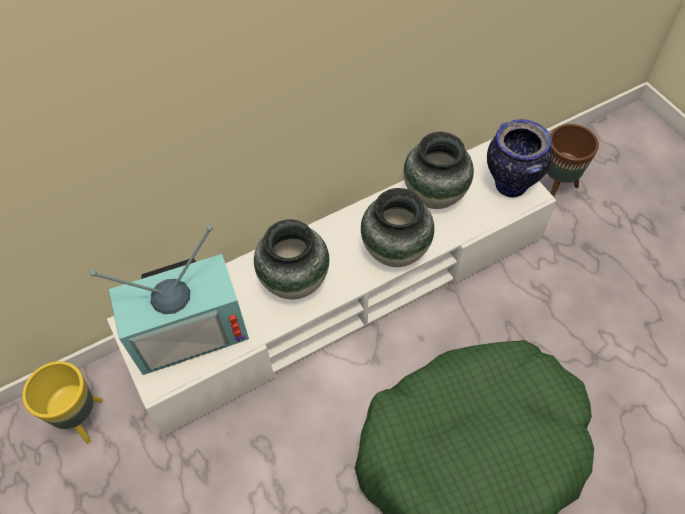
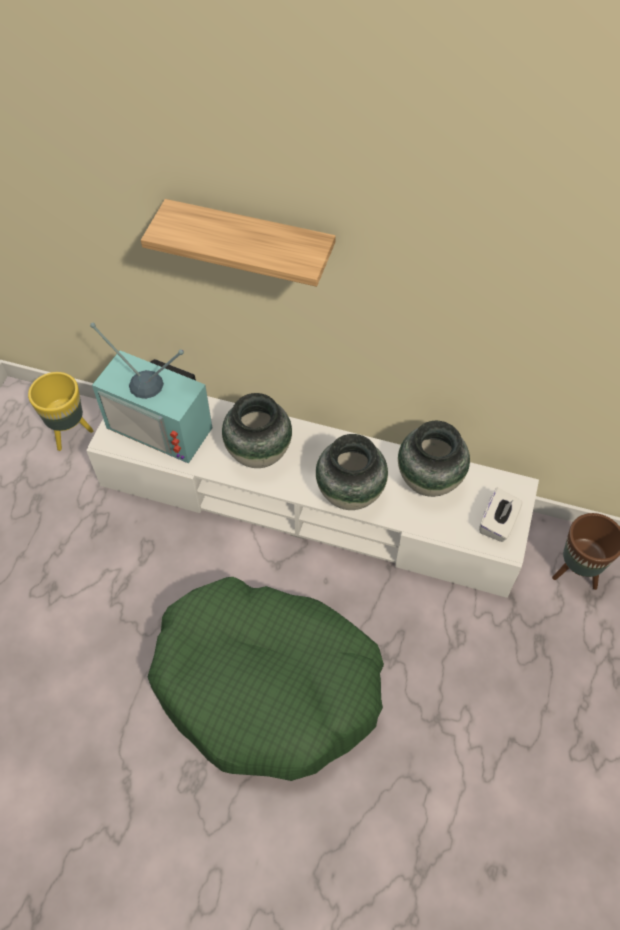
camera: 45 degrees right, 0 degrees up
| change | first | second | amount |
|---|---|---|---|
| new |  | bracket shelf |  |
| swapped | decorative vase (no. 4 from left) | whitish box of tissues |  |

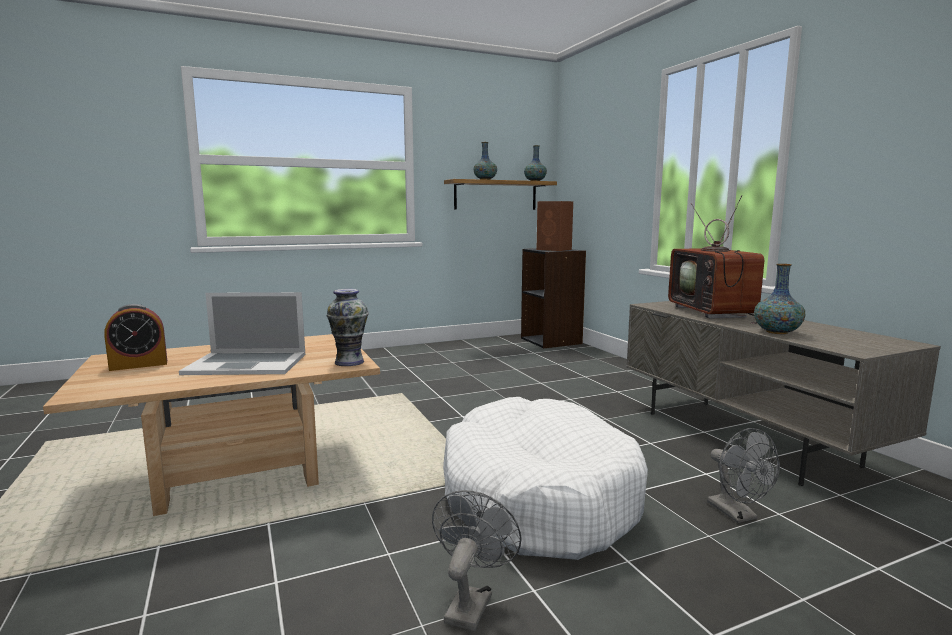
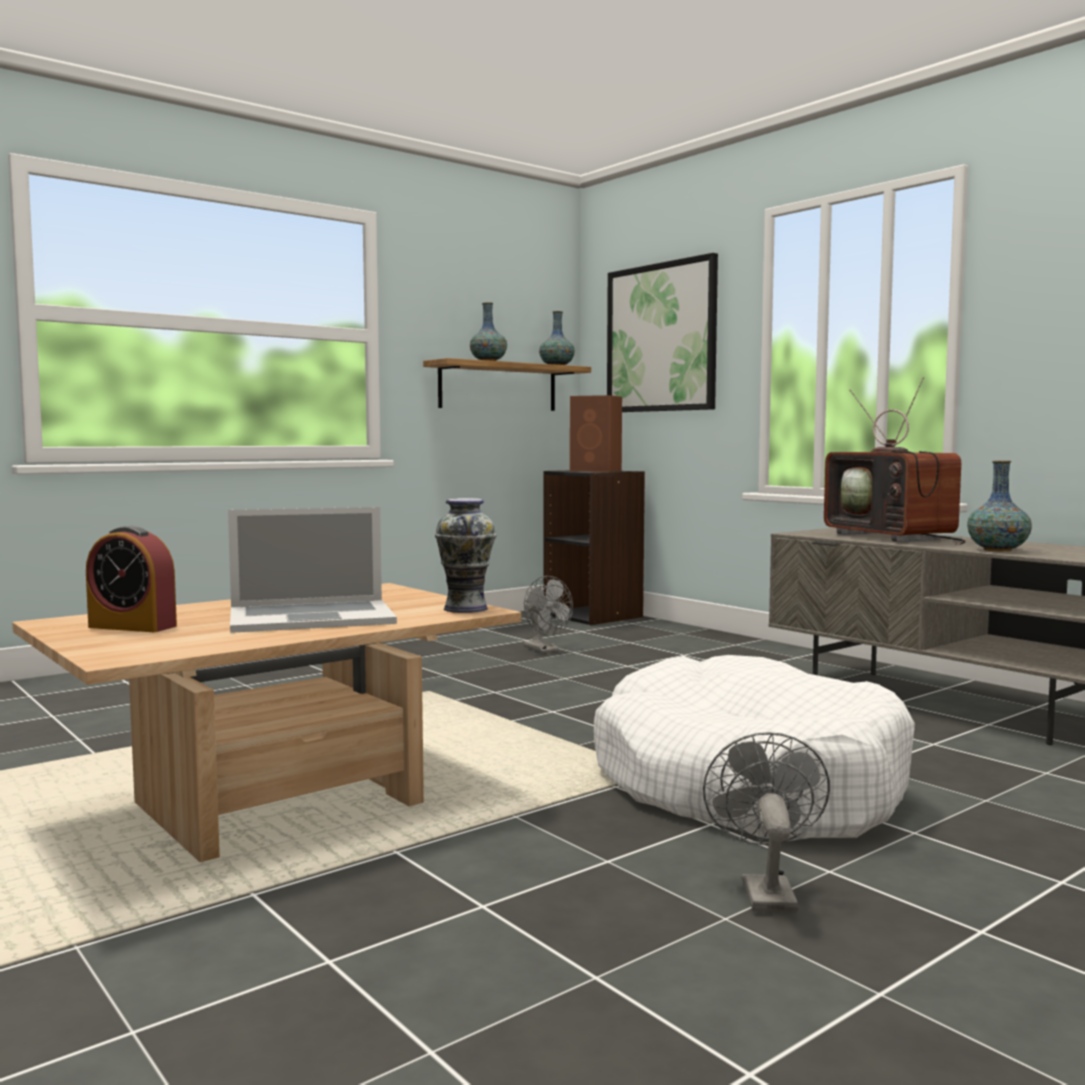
camera: 15 degrees left, 5 degrees down
| change | first | second | amount |
|---|---|---|---|
| new |  | wall picture |  |
| shifted | gray electric fan (no. 2 from left in the first image) | gray electric fan (no. 1 from left) |  |
| rotated | table clock |  | 60 degrees clockwise |

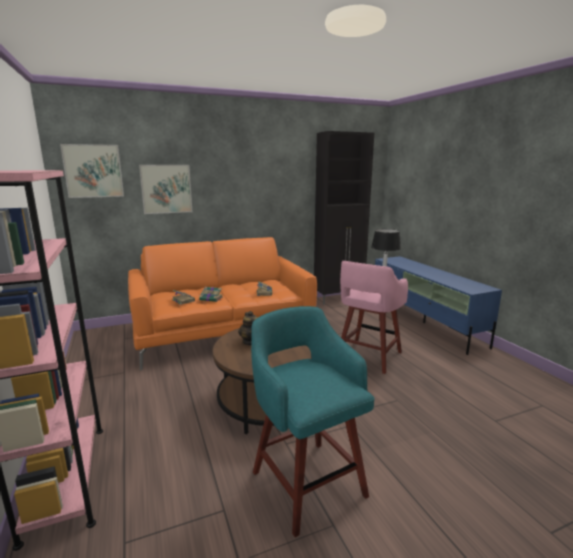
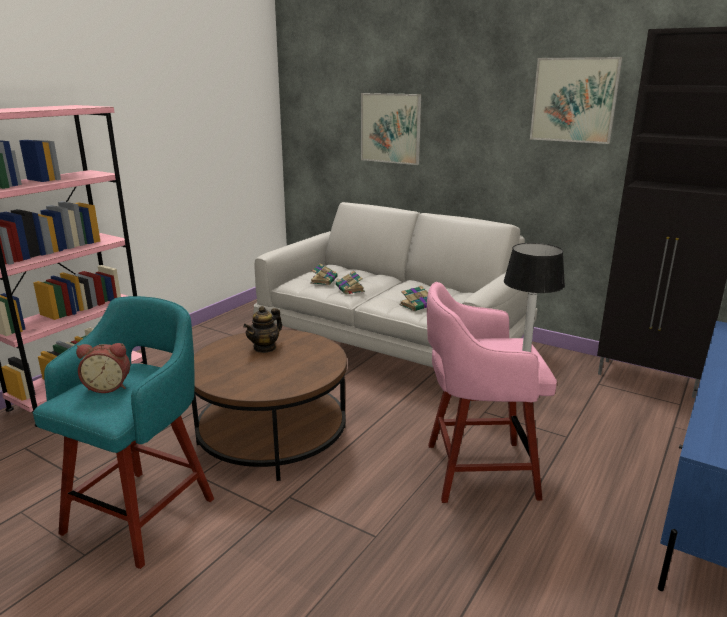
camera: 55 degrees right, 5 degrees up
| change | first | second | amount |
|---|---|---|---|
| new |  | table clock |  |
| shifted | wall picture (no. 1 from left in the first image) | wall picture (no. 2 from left) |  |
| repainted | orange-coloured sofa | gray sofa |  |

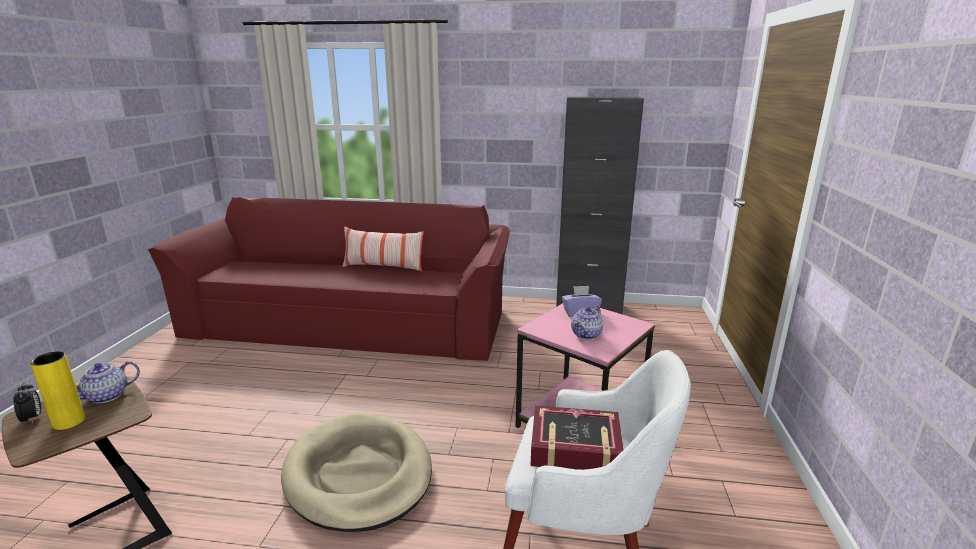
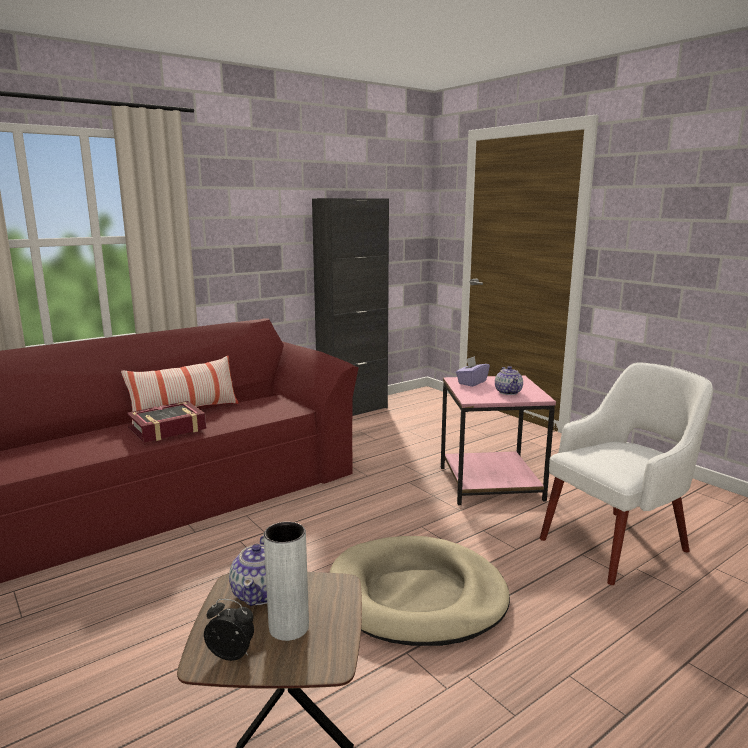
camera: 45 degrees left, 5 degrees down
| change | first | second | amount |
|---|---|---|---|
| shifted | book |  |  |
| repainted | yellowish decorative vase | gray decorative vase |  |

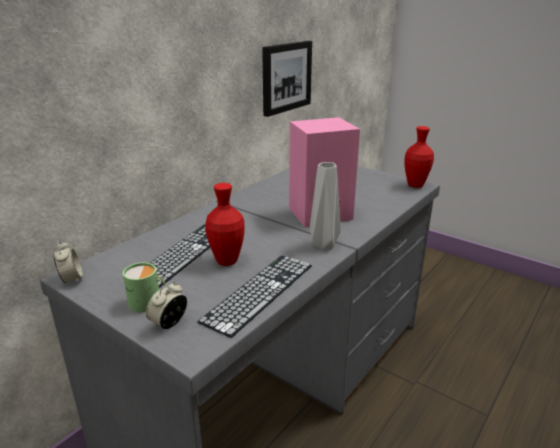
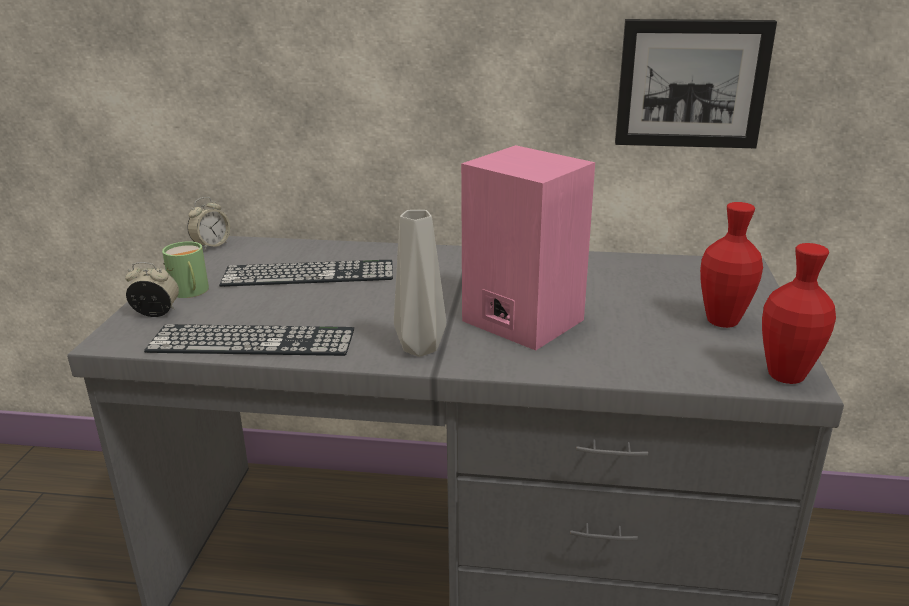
camera: 60 degrees right, 0 degrees up
| change | first | second | amount |
|---|---|---|---|
| shifted | reddish decorative vase (no. 1 from left) |  |  |

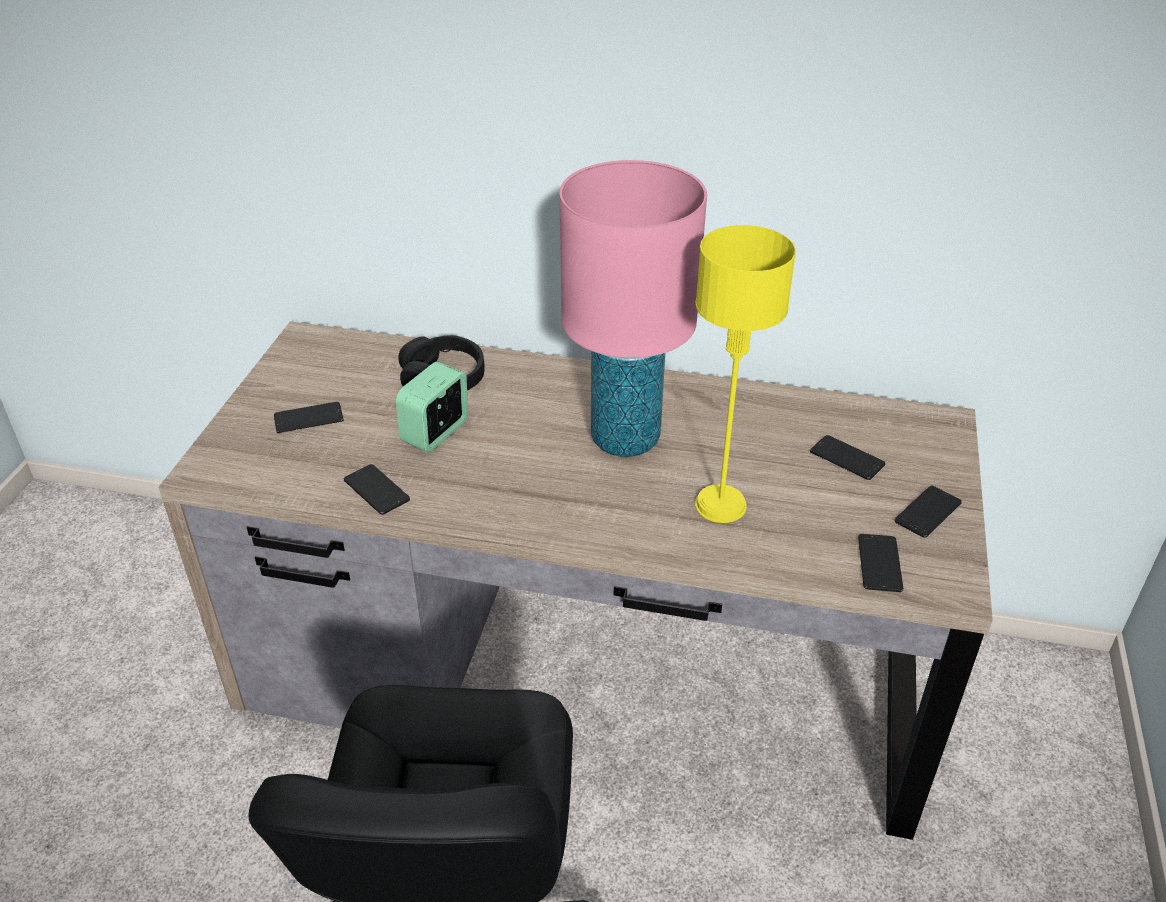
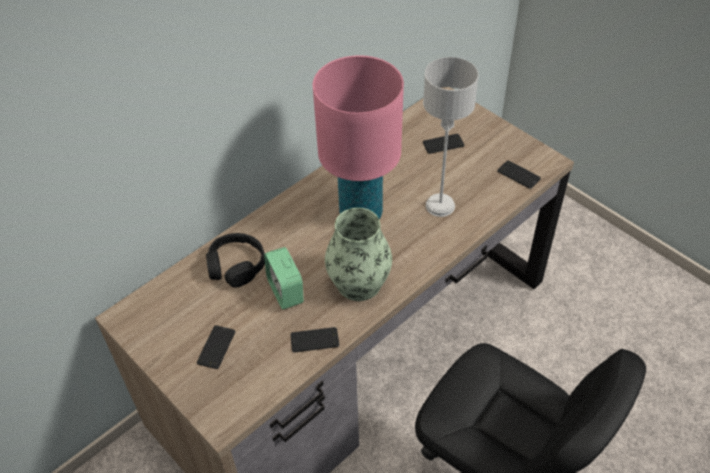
camera: 55 degrees left, 10 degrees up
| change | first | second | amount |
|---|---|---|---|
| gone | telephone (no. 5 from left) |  |  |
| new |  | decorative vase |  |
| repainted | yellowish tabletop lamp | gray tabletop lamp |  |

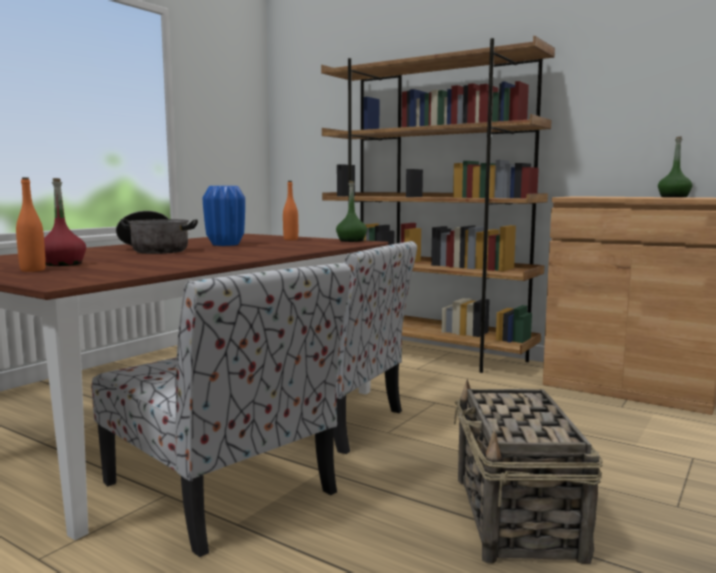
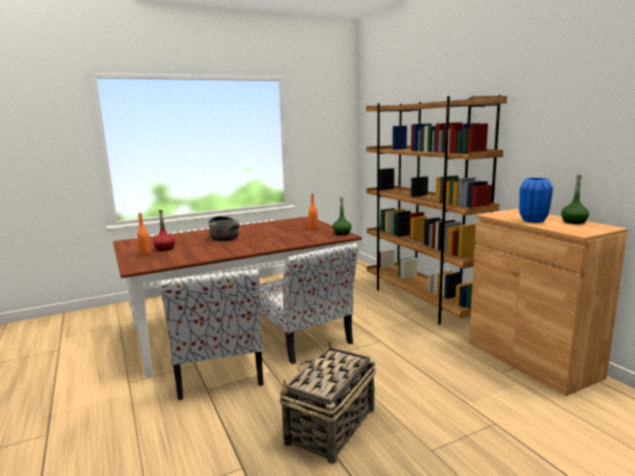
camera: 30 degrees right, 5 degrees up
| change | first | second | amount |
|---|---|---|---|
| shifted | blue decorative vase |  |  |

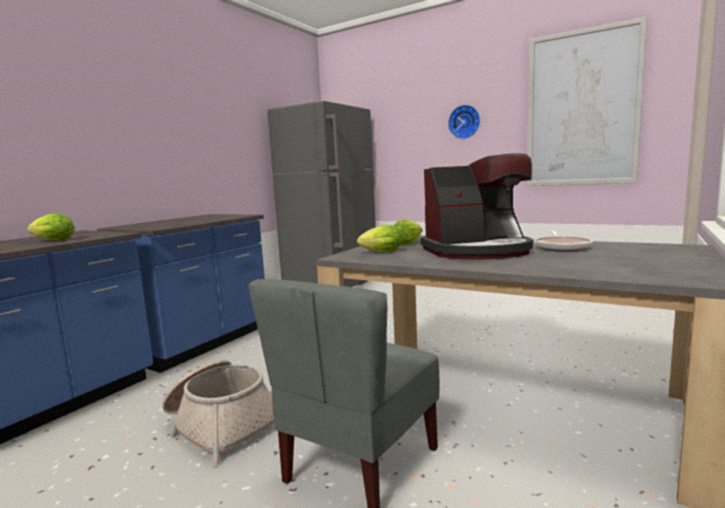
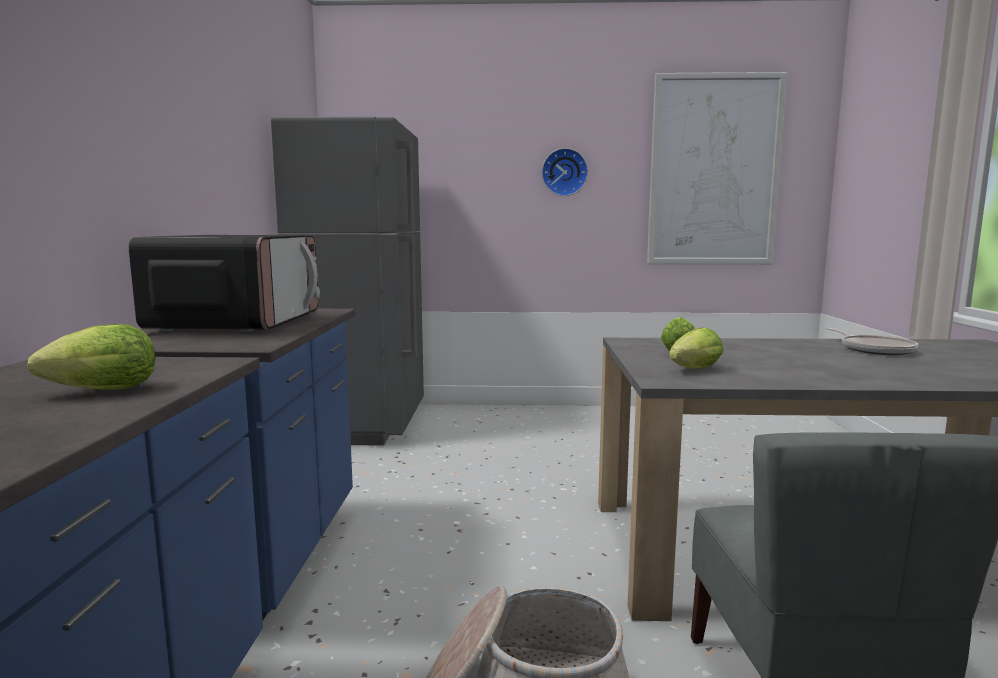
camera: 30 degrees left, 0 degrees up
| change | first | second | amount |
|---|---|---|---|
| gone | coffee maker |  |  |
| new |  | kitchen microwave |  |

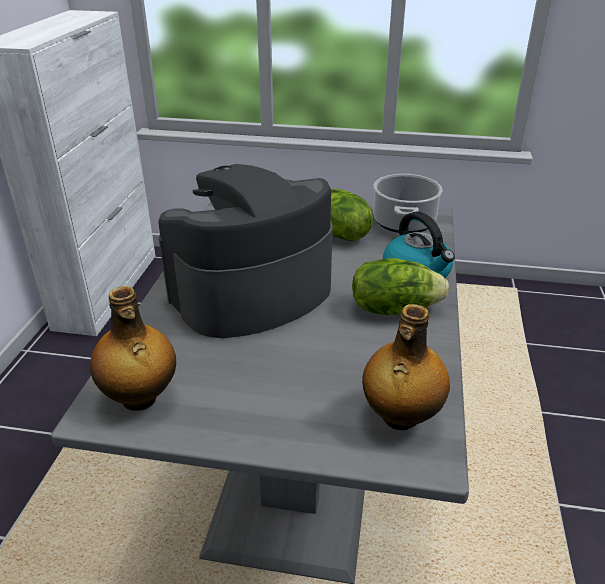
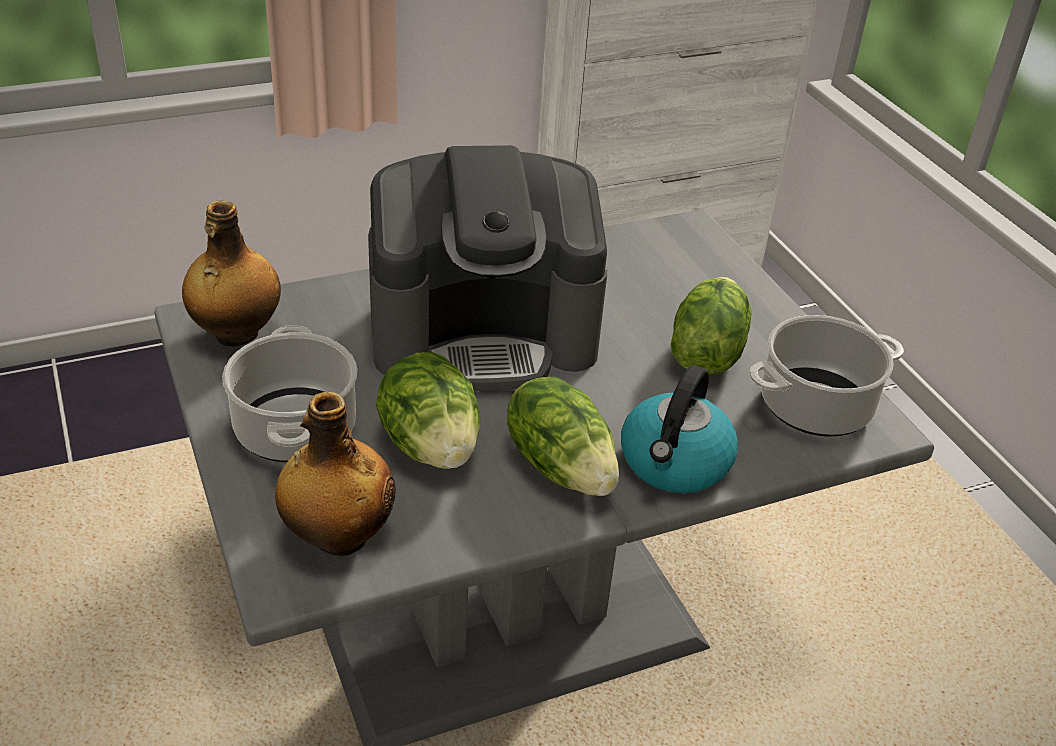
camera: 55 degrees right, 5 degrees up
| change | first | second | amount |
|---|---|---|---|
| new |  | cooking pot (no. 1 from left) |  |
| new |  | lettuce head (no. 1 from left) |  |
| rotated | coffee maker |  | 150 degrees clockwise |

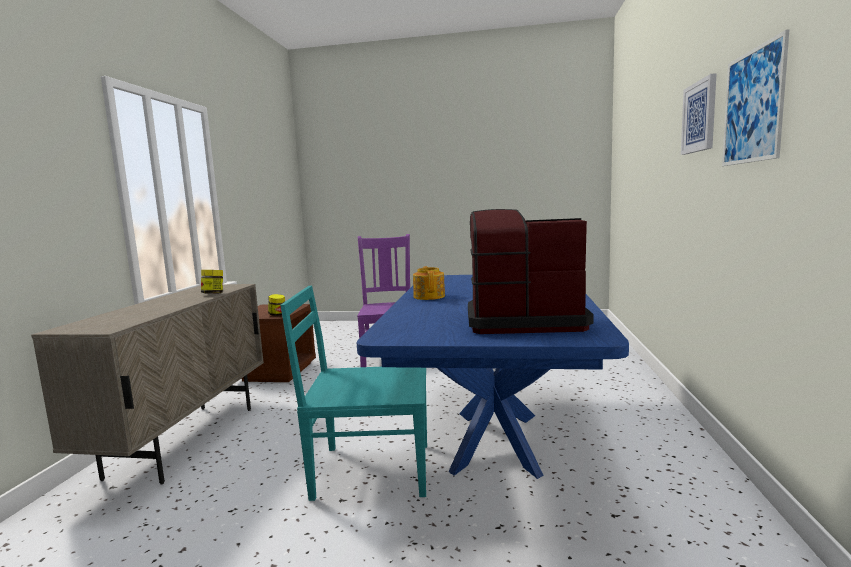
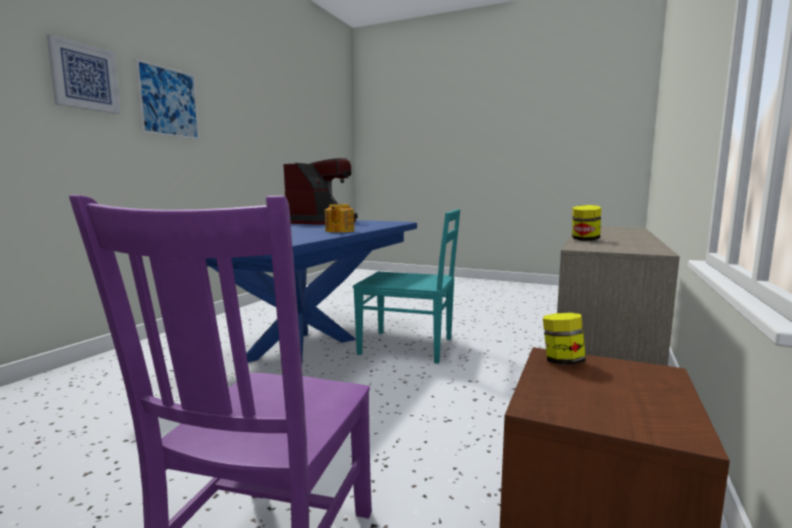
camera: 165 degrees left, 0 degrees up
| change | first | second | amount |
|---|---|---|---|
| rotated | coffee maker |  | 90 degrees counterclockwise |

